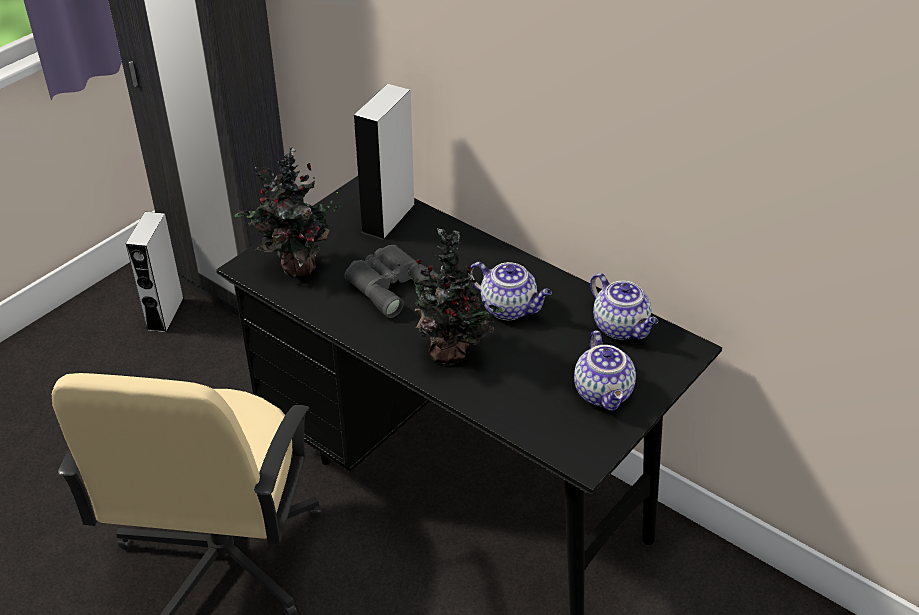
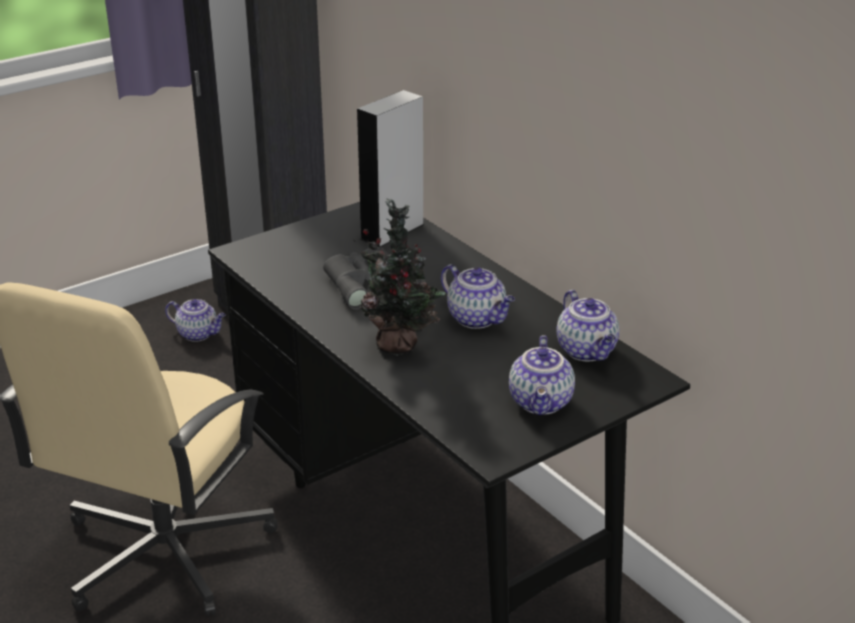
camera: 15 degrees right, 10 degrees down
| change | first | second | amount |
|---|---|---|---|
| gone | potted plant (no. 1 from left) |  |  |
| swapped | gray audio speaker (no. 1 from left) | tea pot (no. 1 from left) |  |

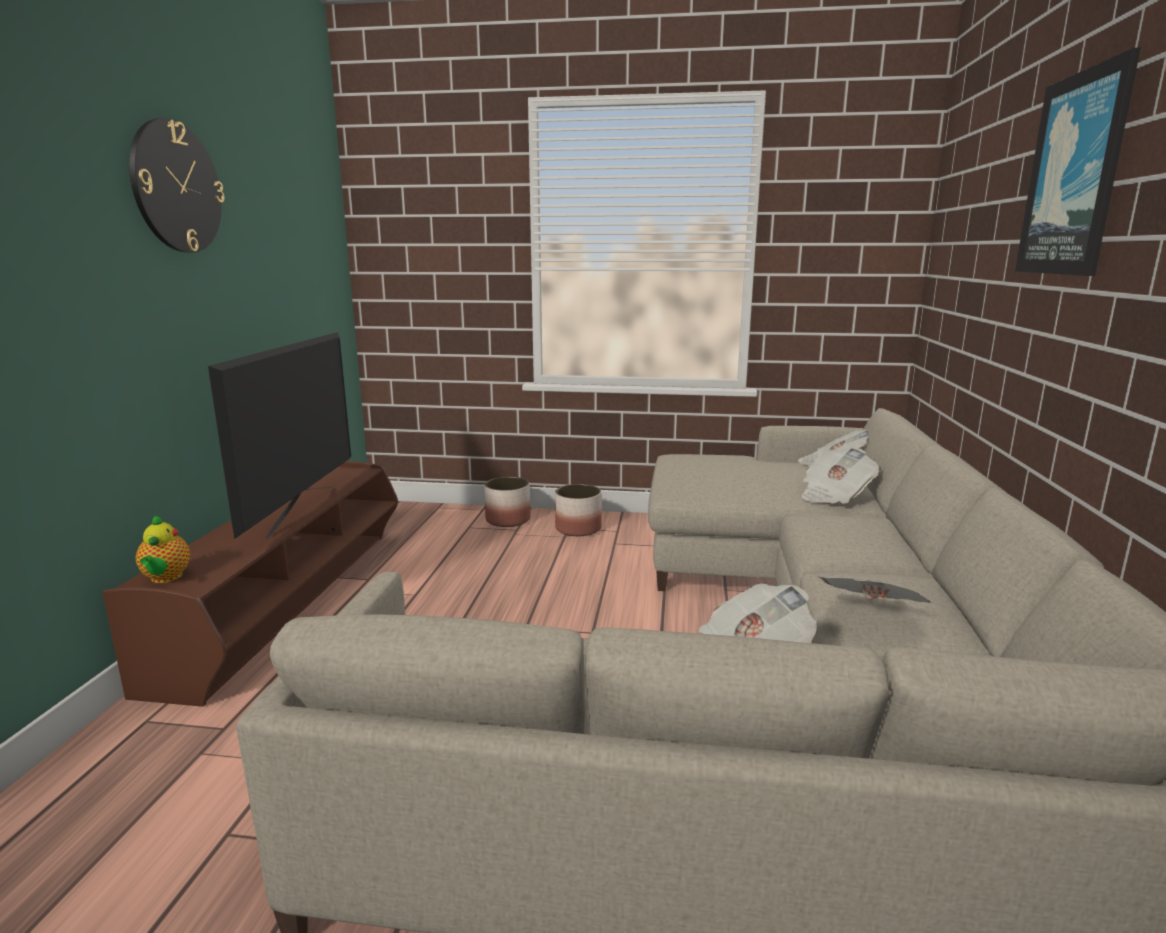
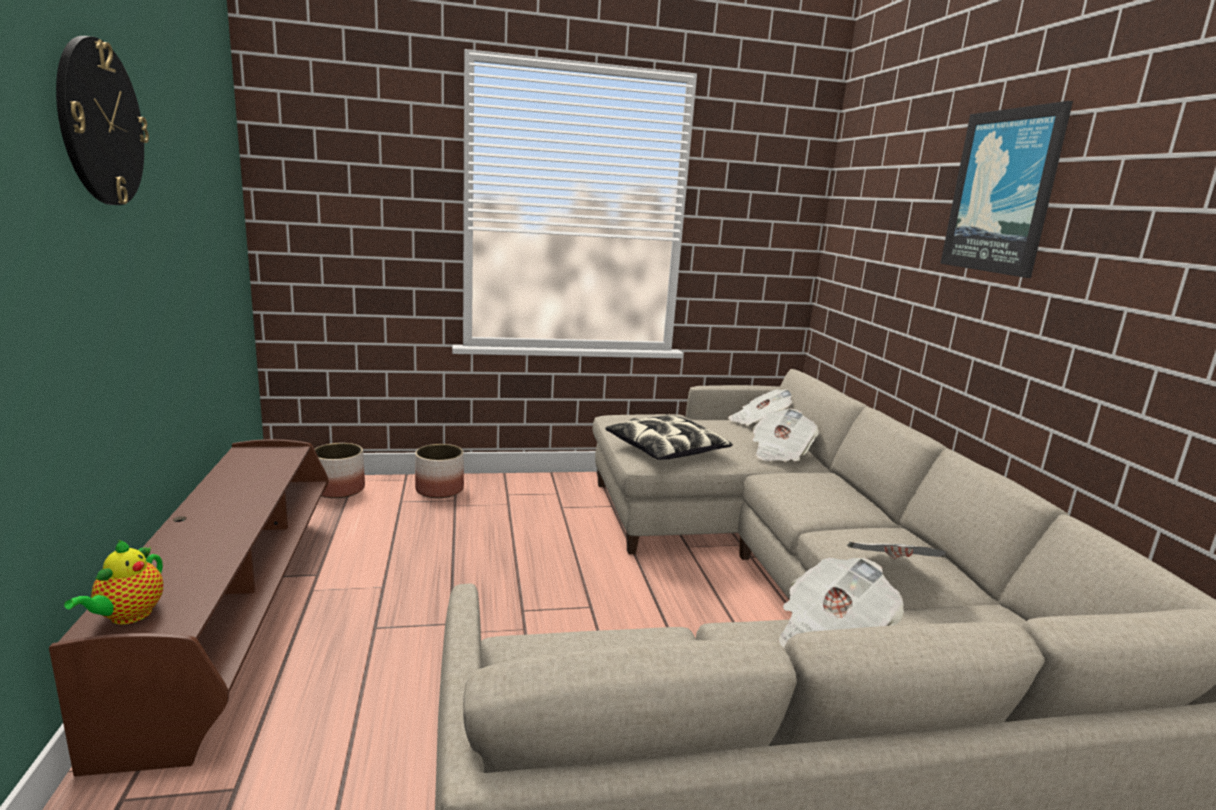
camera: 20 degrees left, 0 degrees up
| change | first | second | amount |
|---|---|---|---|
| gone | TV |  |  |
| new |  | cushion |  |
| shifted | planter (no. 2 from left in the first image) | planter (no. 1 from left) |  |
| rotated | tea pot |  | 45 degrees clockwise |

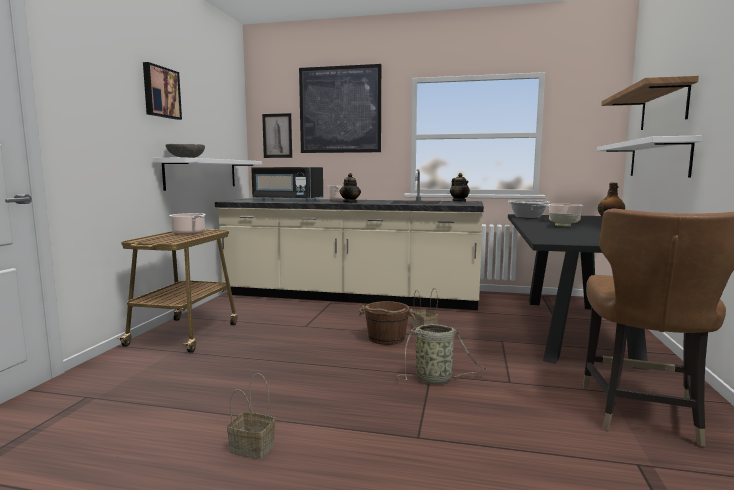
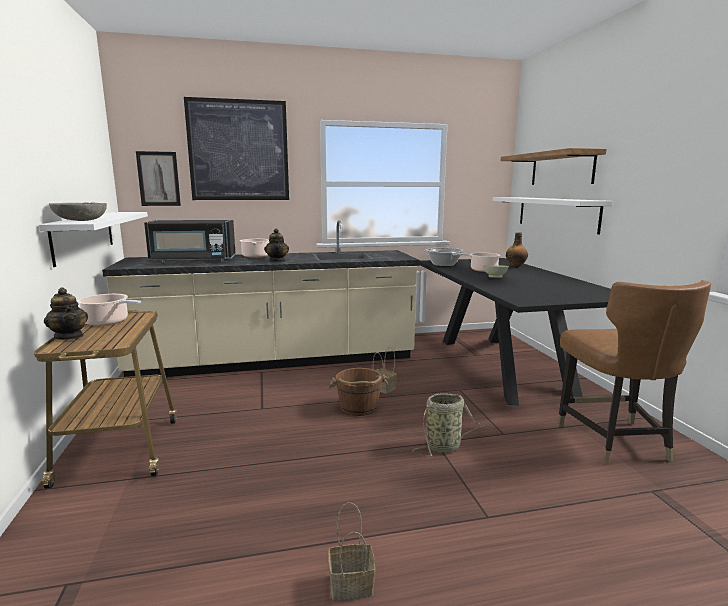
camera: 25 degrees left, 5 degrees up
| change | first | second | amount |
|---|---|---|---|
| gone | wall picture (no. 1 from left) |  |  |
| shifted | tea pot (no. 2 from left in the first image) | tea pot (no. 1 from left) |  |

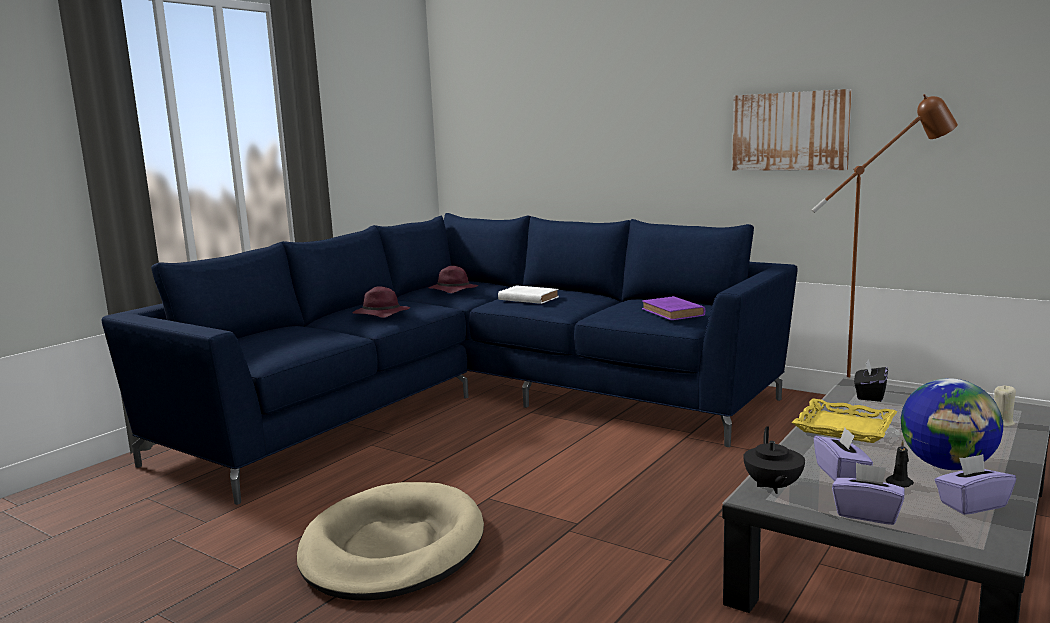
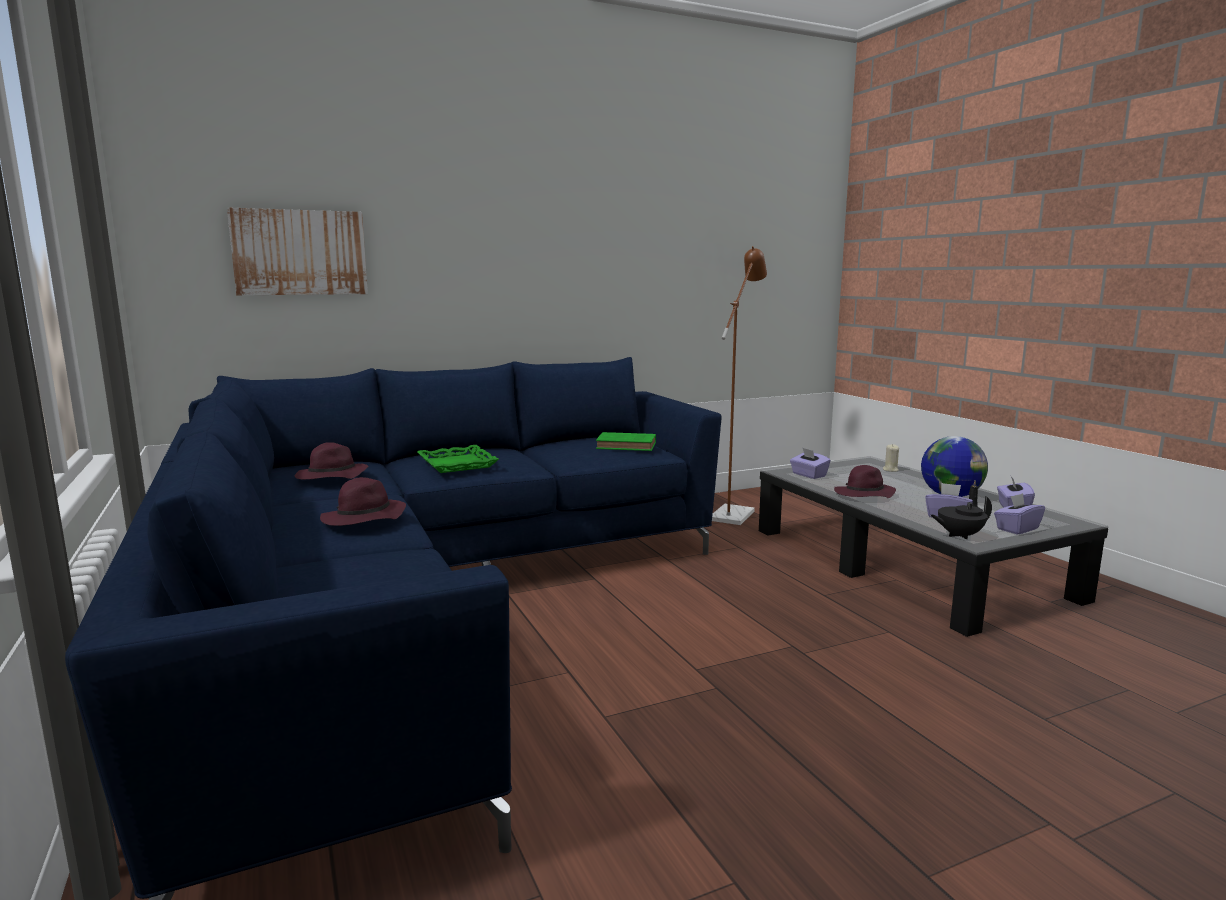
camera: 60 degrees left, 0 degrees up
| change | first | second | amount |
|---|---|---|---|
| gone | beige pet bed |  |  |
| shifted | wall picture |  |  |
| swapped | whitish book | greenish tray |  |
| swapped | yellowish tray | purple-coloured hat (no. 3 from left) |  |
| repainted | purple-coloured book | greenish book |  |
| repainted | blackish box of tissues | purple-coloured box of tissues (no. 1 from left) |  |
| rotated | blackish tea pot |  | 135 degrees clockwise |

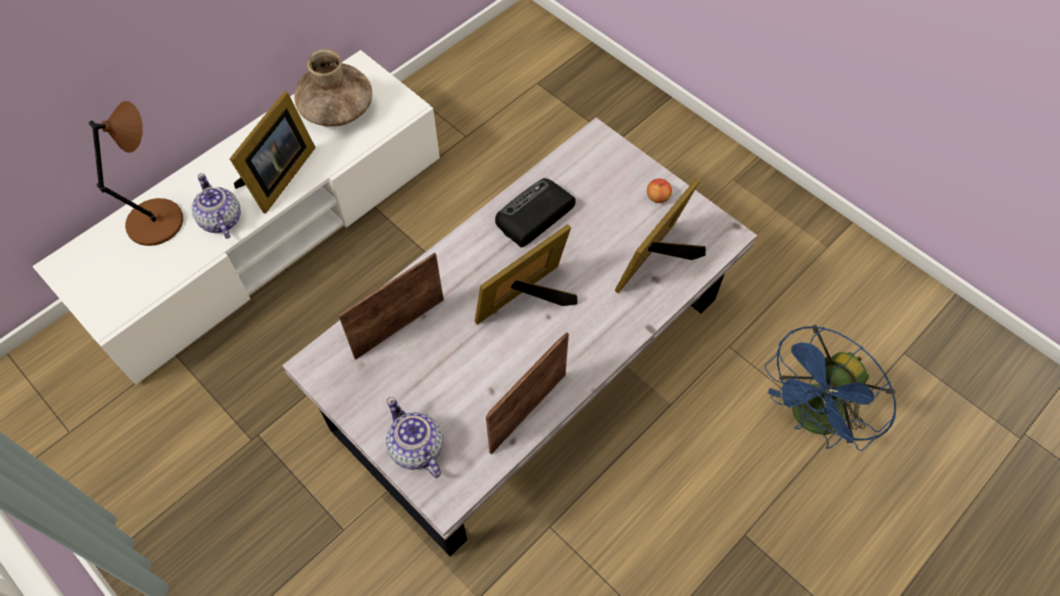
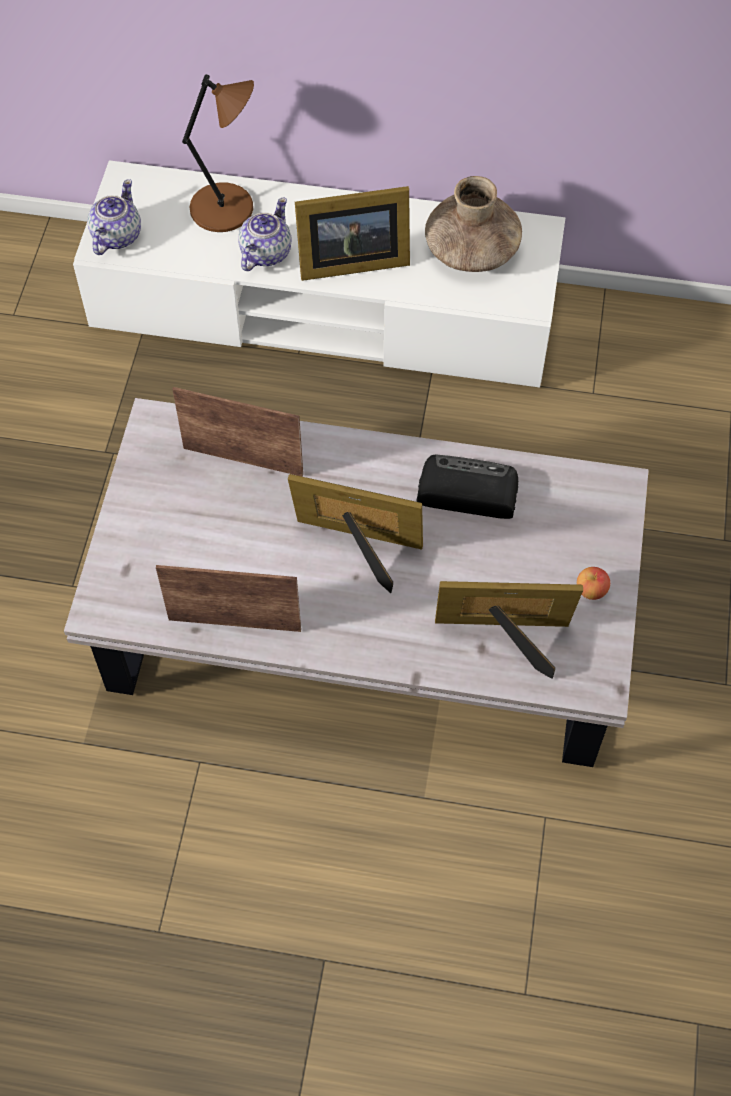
camera: 55 degrees right, 0 degrees up
| change | first | second | amount |
|---|---|---|---|
| gone | blue electric fan |  |  |
| shifted | tea pot (no. 2 from left in the first image) | tea pot (no. 1 from left) |  |

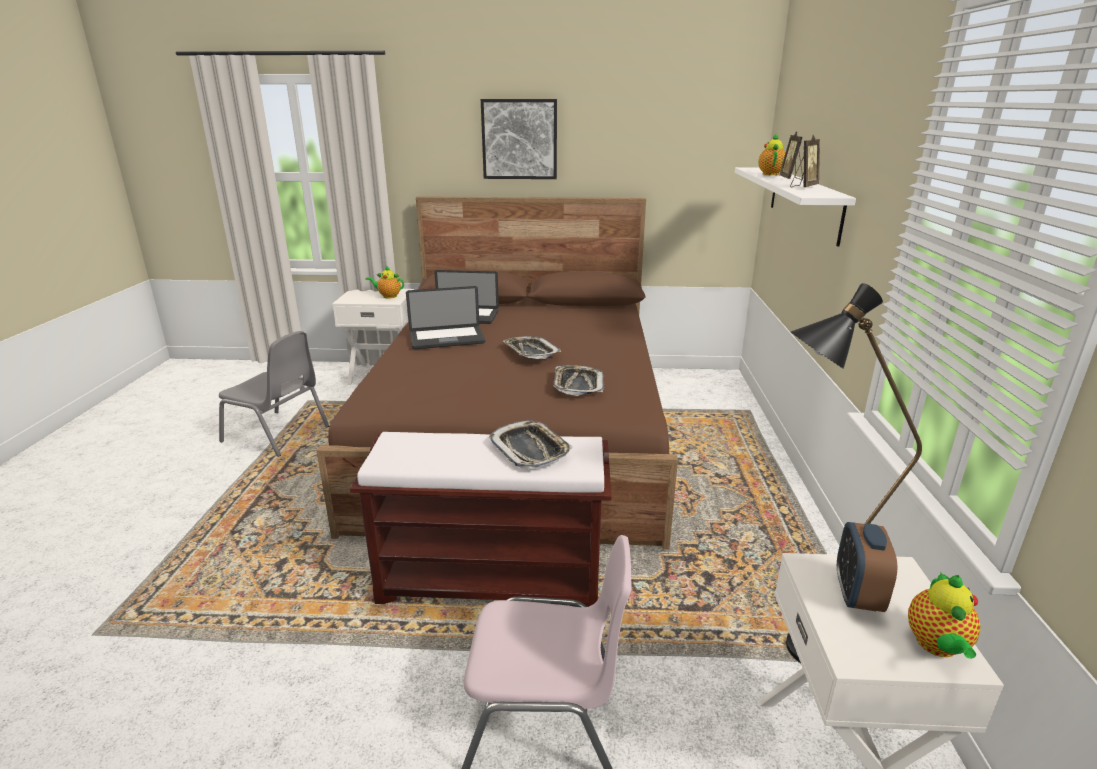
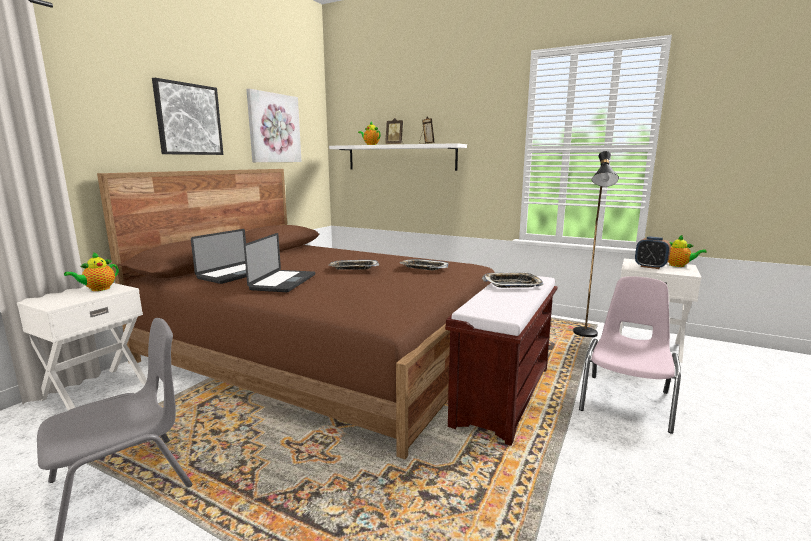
camera: 65 degrees left, 10 degrees down
| change | first | second | amount |
|---|---|---|---|
| new |  | wall picture (no. 2 from left) |  |

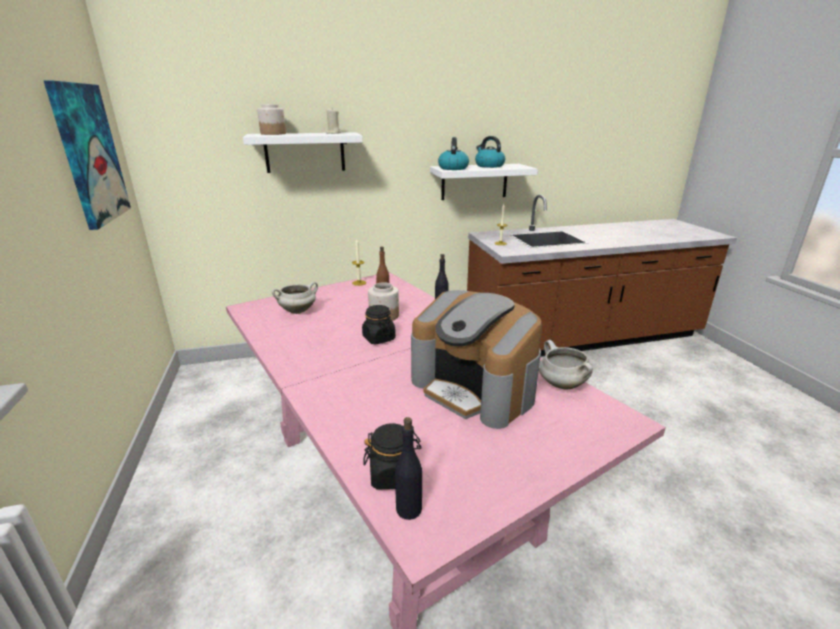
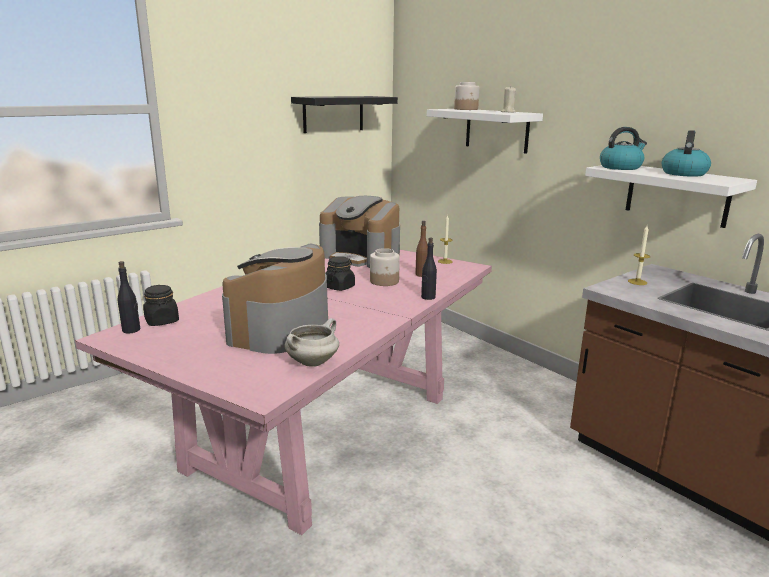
camera: 65 degrees right, 5 degrees down
| change | first | second | amount |
|---|---|---|---|
| swapped | wall picture | blackish bracket shelf |  |
| swapped | whitish cooking pot (no. 1 from left) | coffee maker (no. 2 from left) |  |

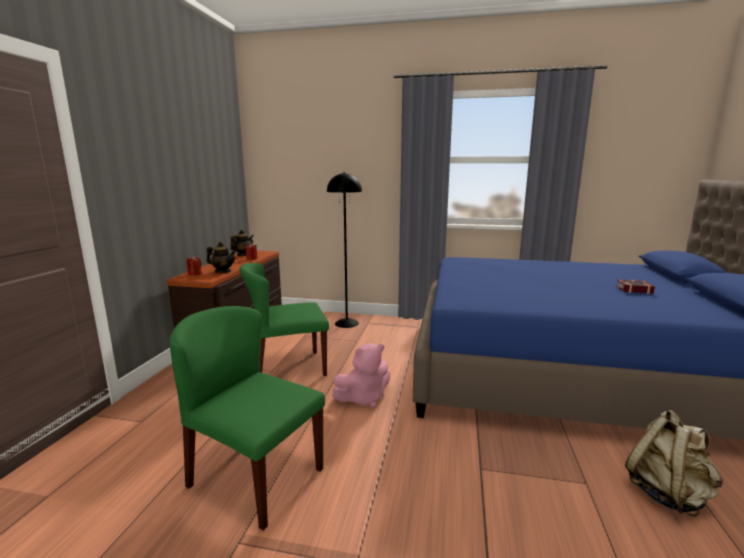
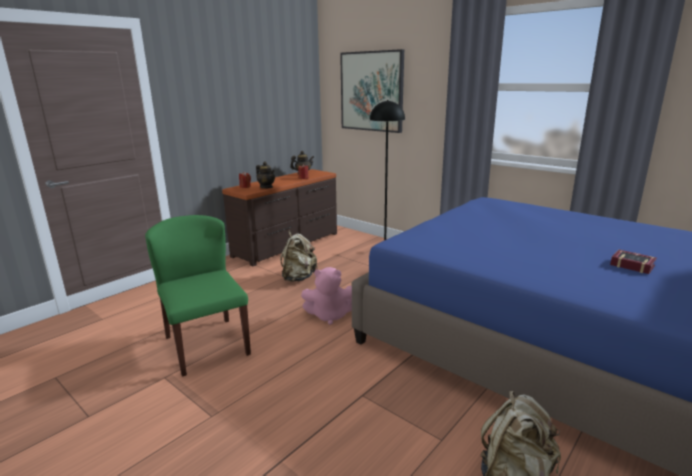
camera: 30 degrees right, 5 degrees up
| change | first | second | amount |
|---|---|---|---|
| new |  | wall picture |  |
| swapped | greenish upright chair (no. 2 from left) | beige knapsack (no. 1 from left) |  |

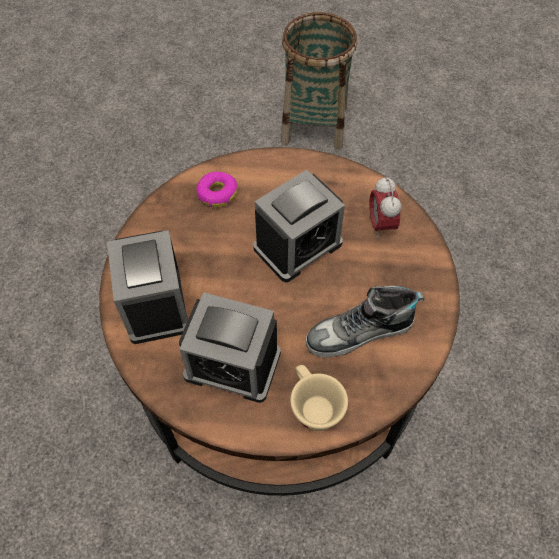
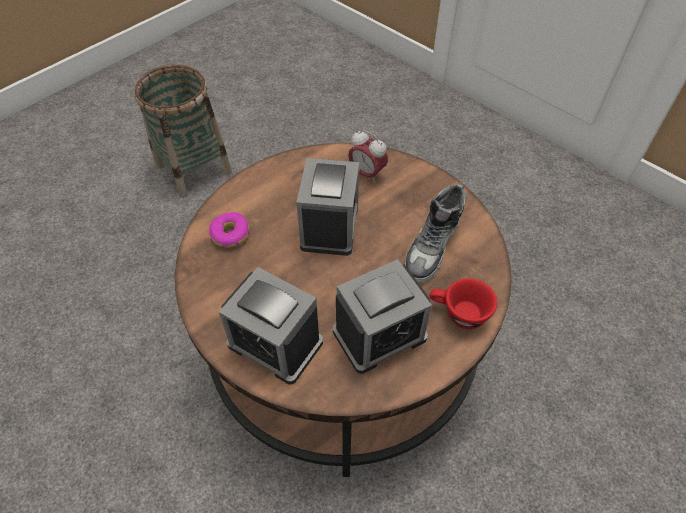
camera: 45 degrees left, 5 degrees down
| change | first | second | amount |
|---|---|---|---|
| repainted | beige cup | reddish cup |  |

